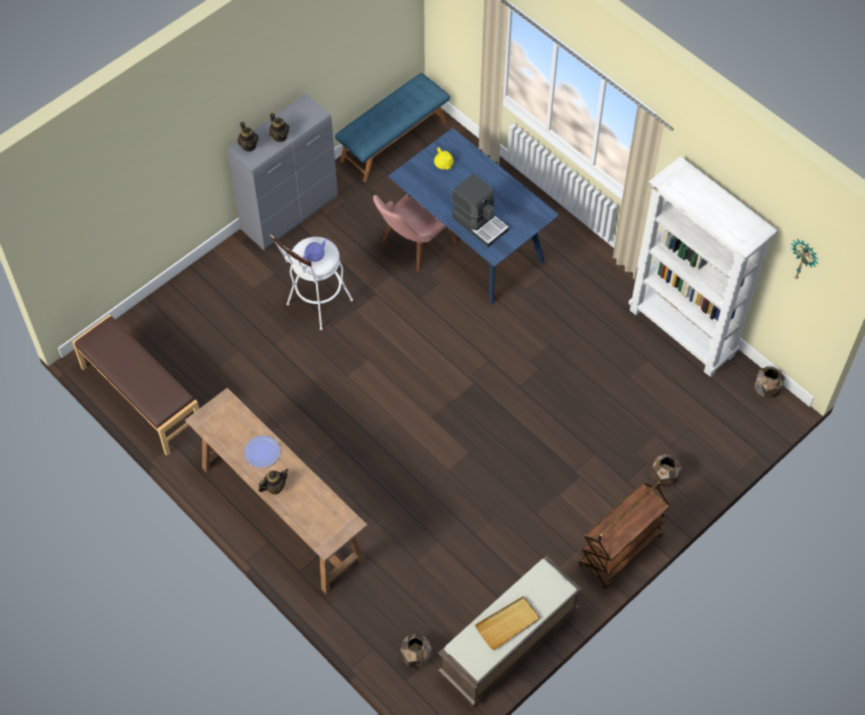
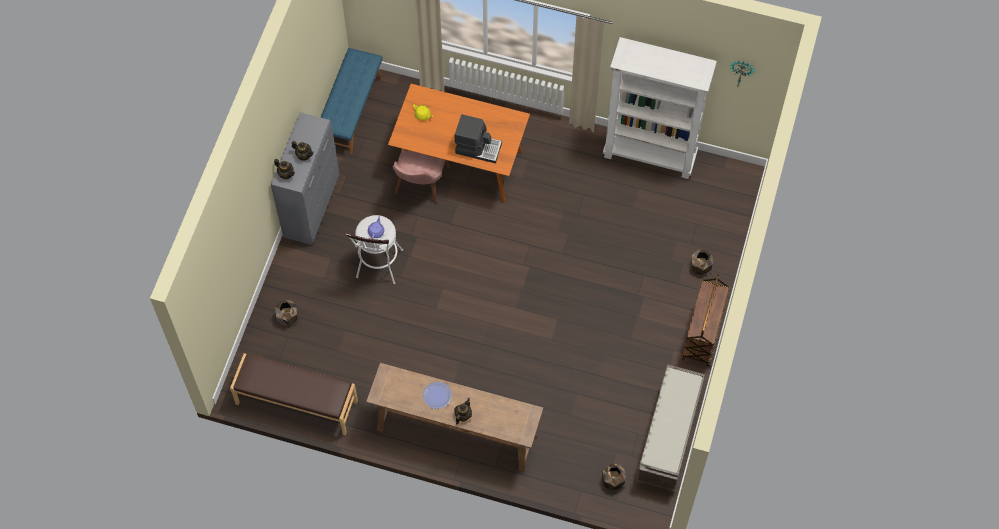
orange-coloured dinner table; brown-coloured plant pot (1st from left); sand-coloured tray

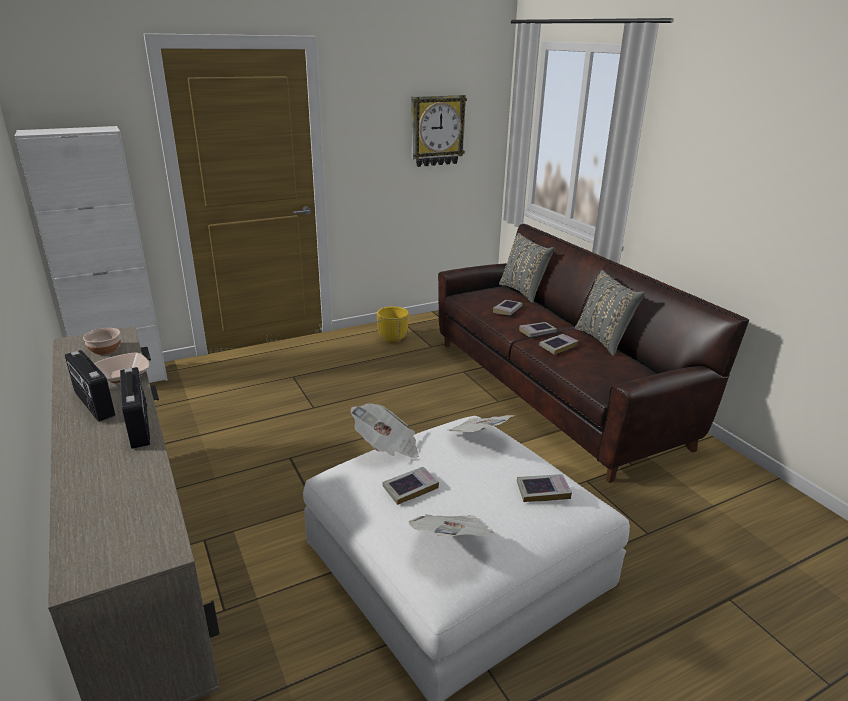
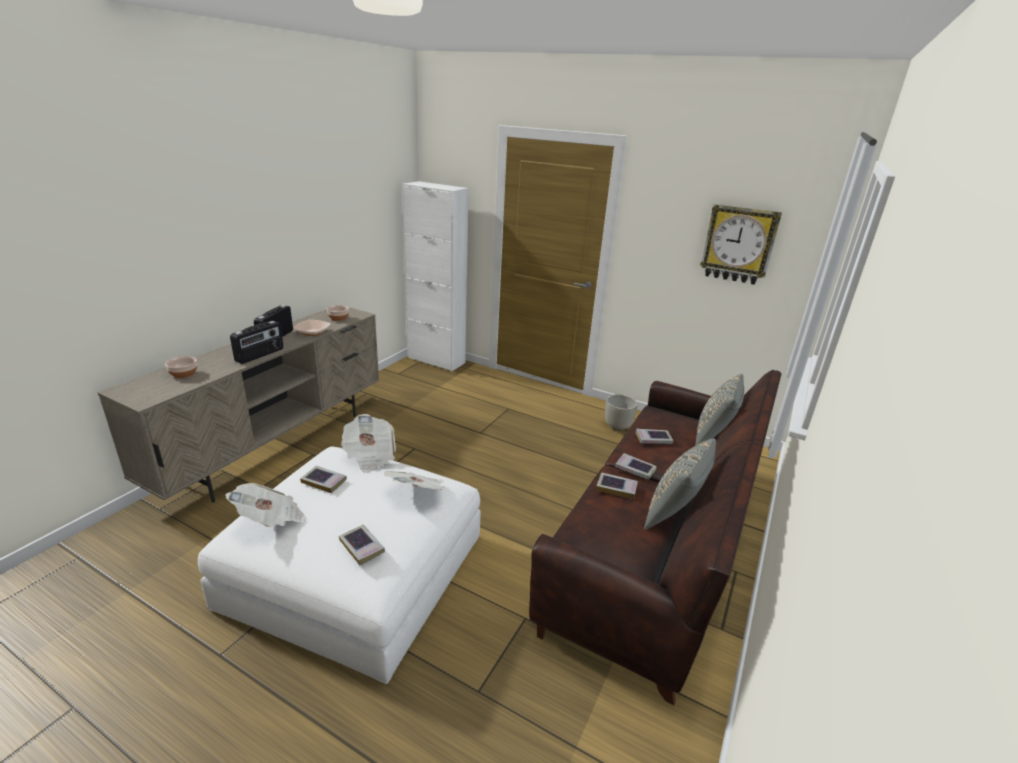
greyish plant pot; serving bowl (1st from left)

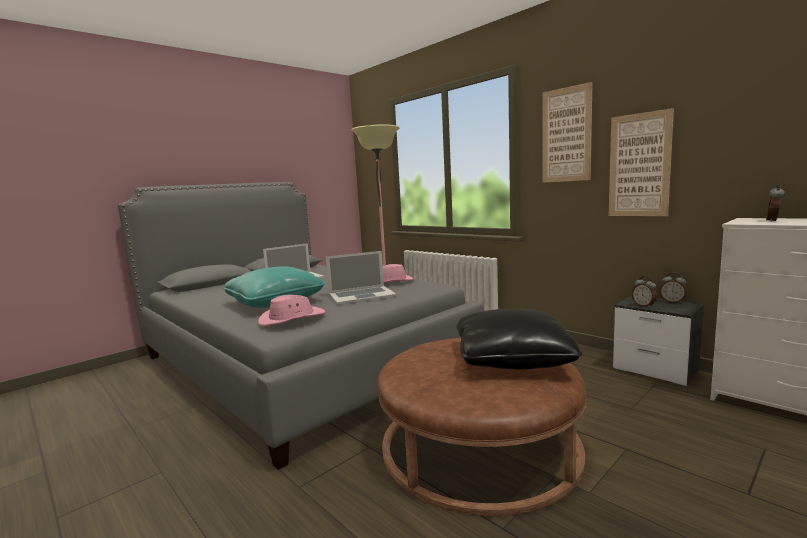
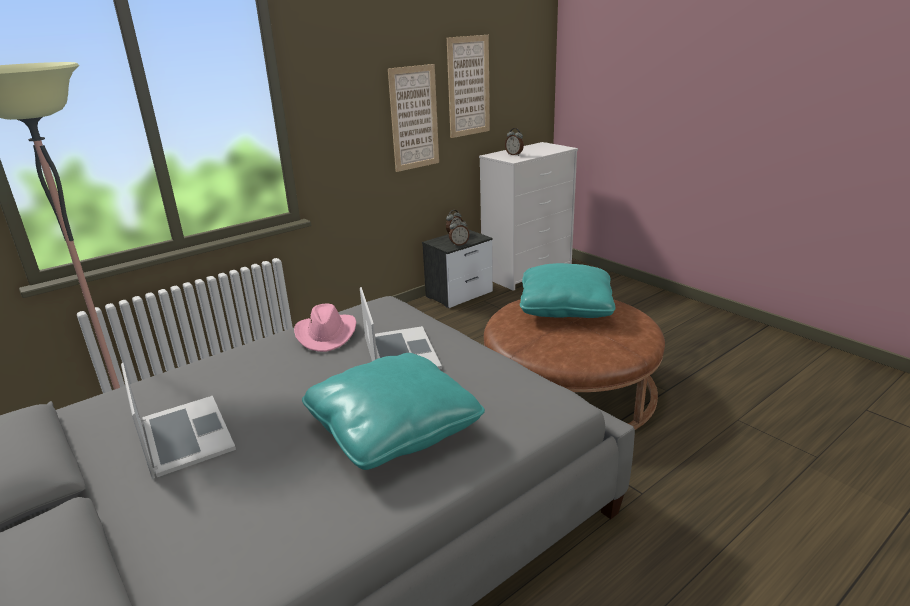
wall art (2nd from left); pink-coloured wearable hat (1st from left in the first image); turquoise pillow (2nd from left)

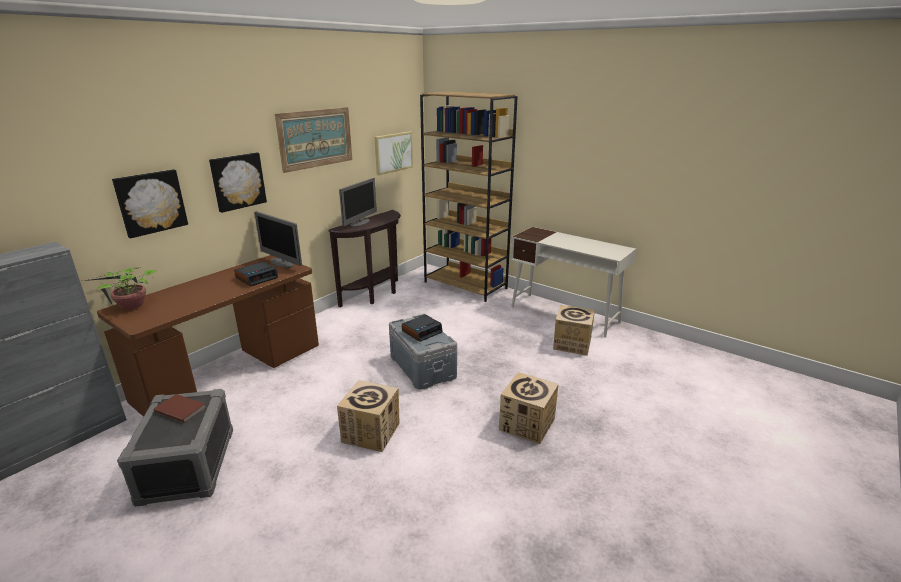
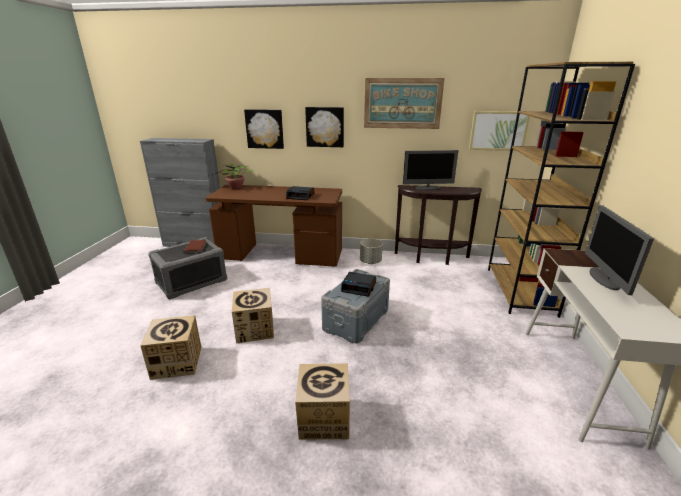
computer screen (2nd from left); cardboard box (1st from left); greyish plant pot

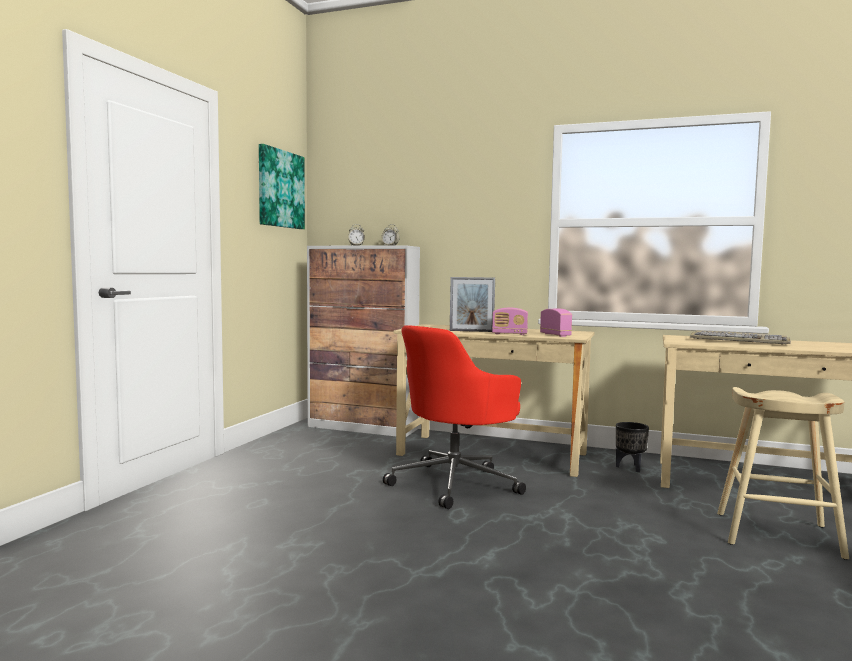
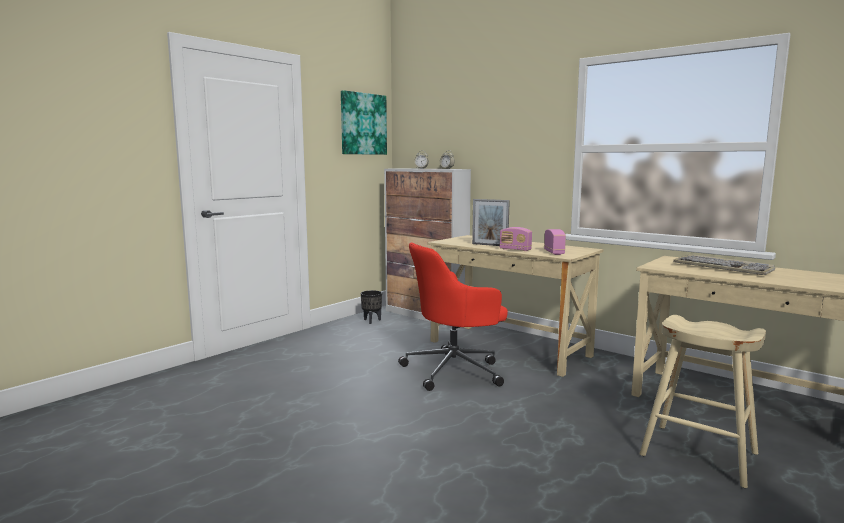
blackish plant pot

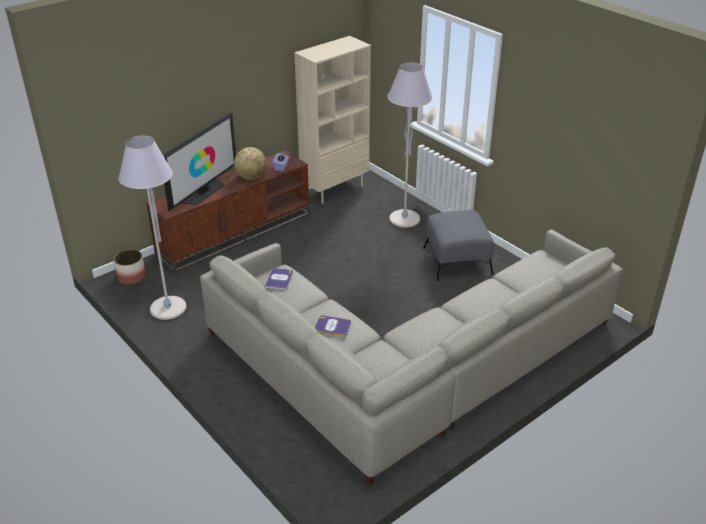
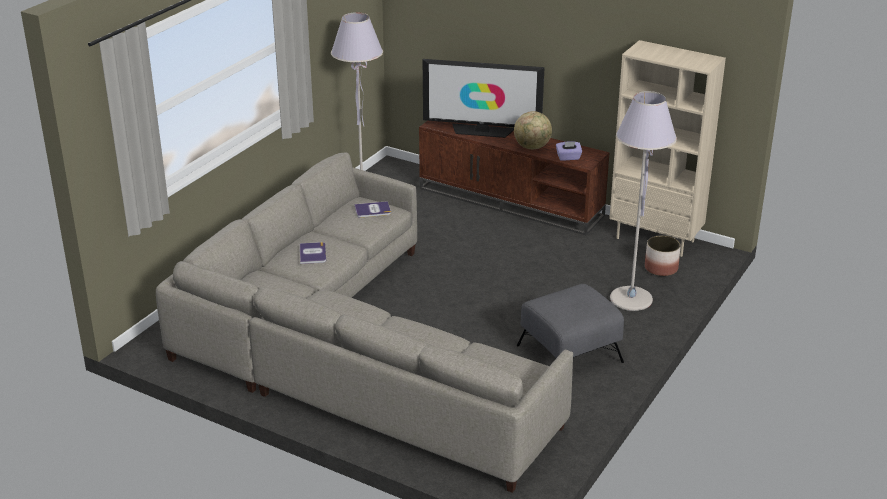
plant pot

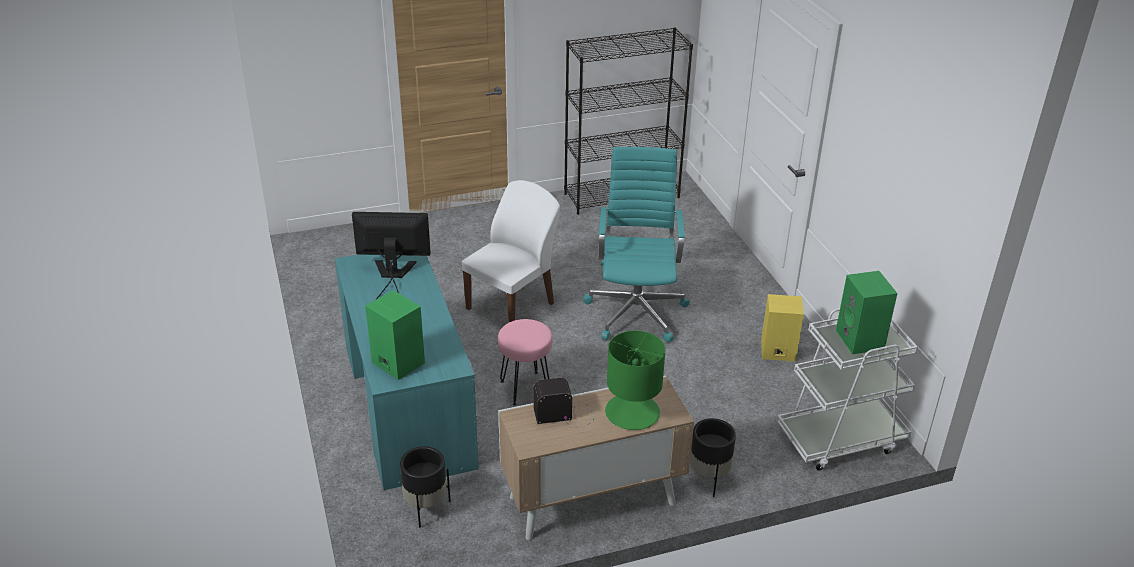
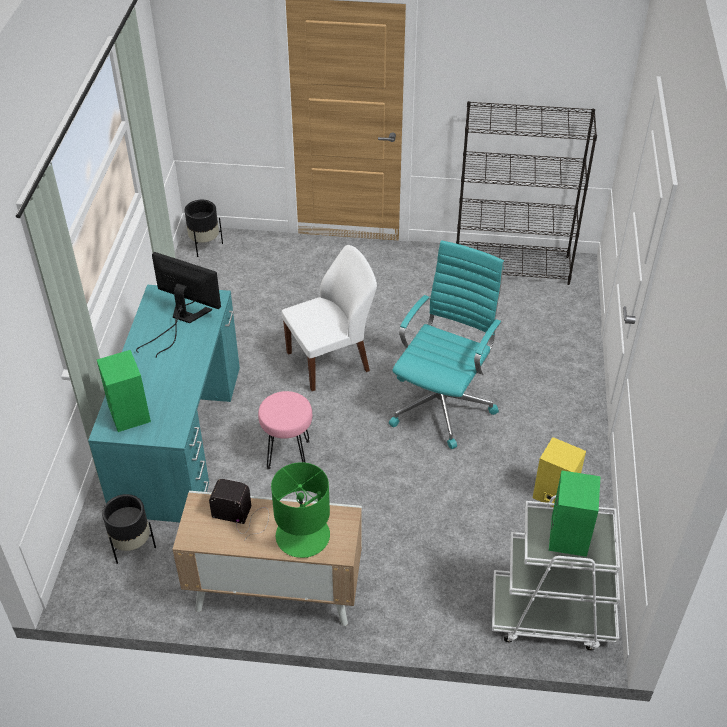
blackish plant pot (2nd from left)

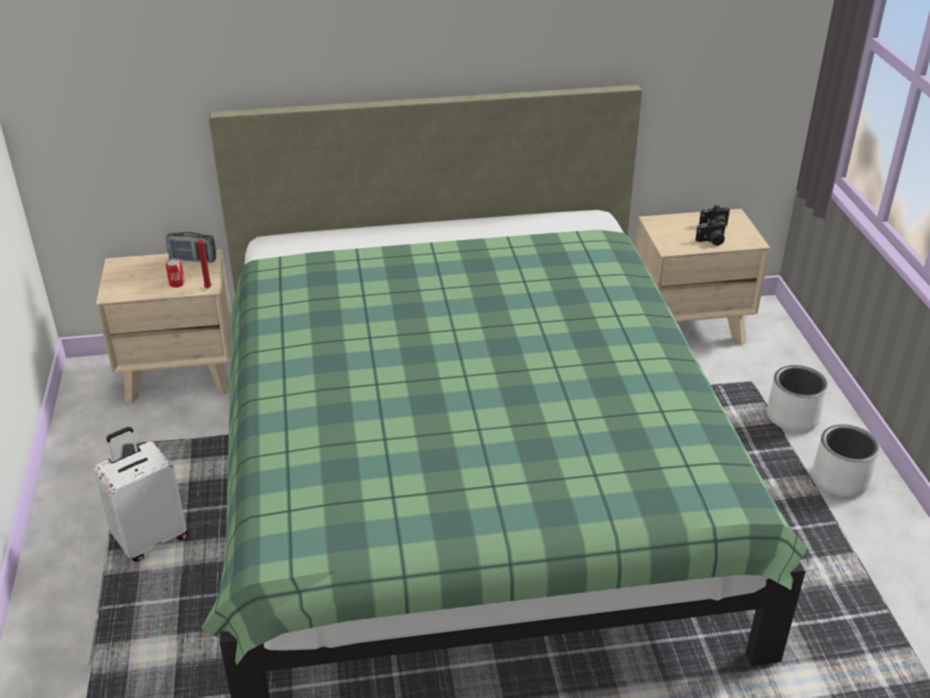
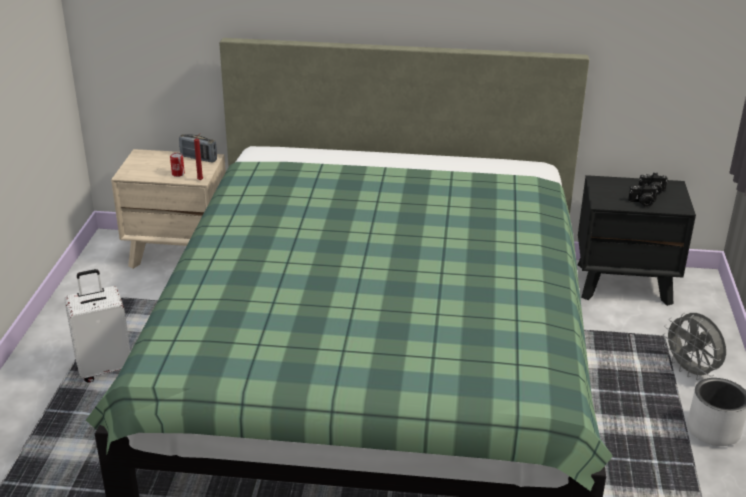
blackish night table; greyish electric fan

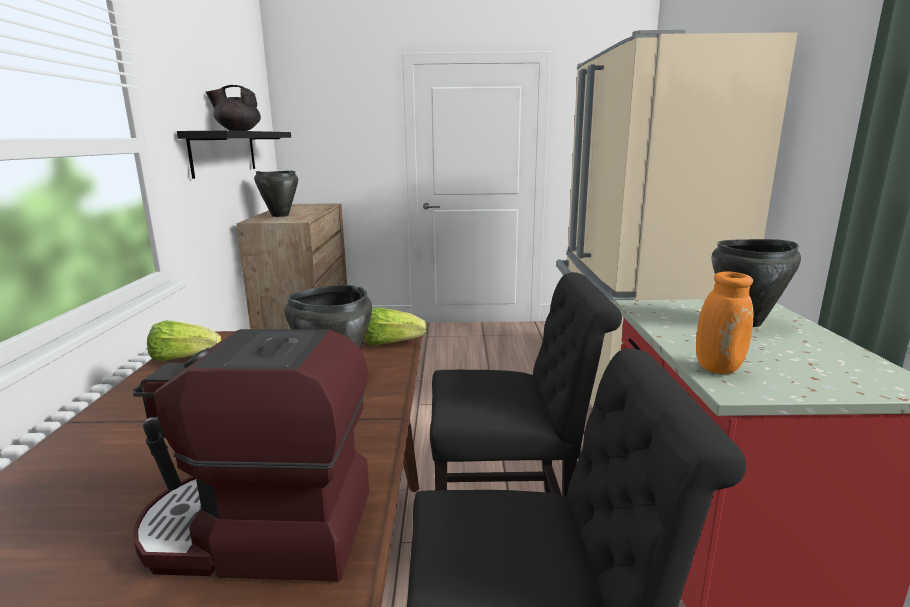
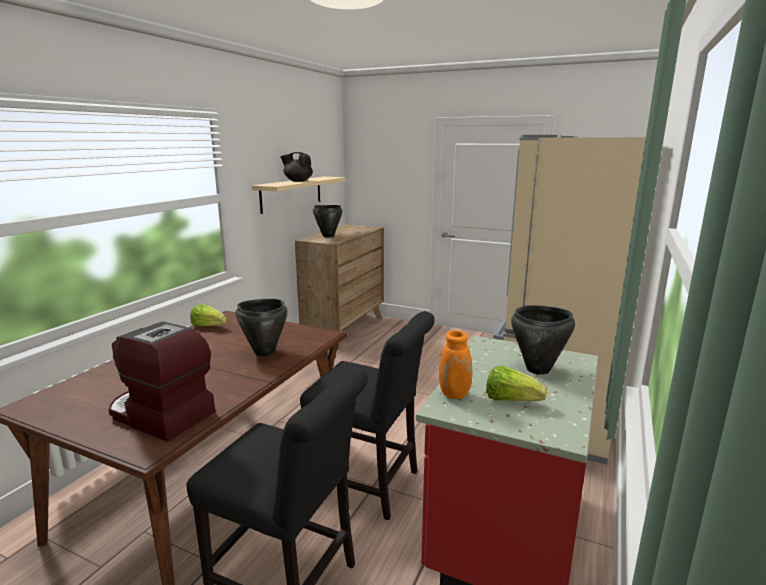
sand-coloured wall shelf; lettuce (2nd from left)

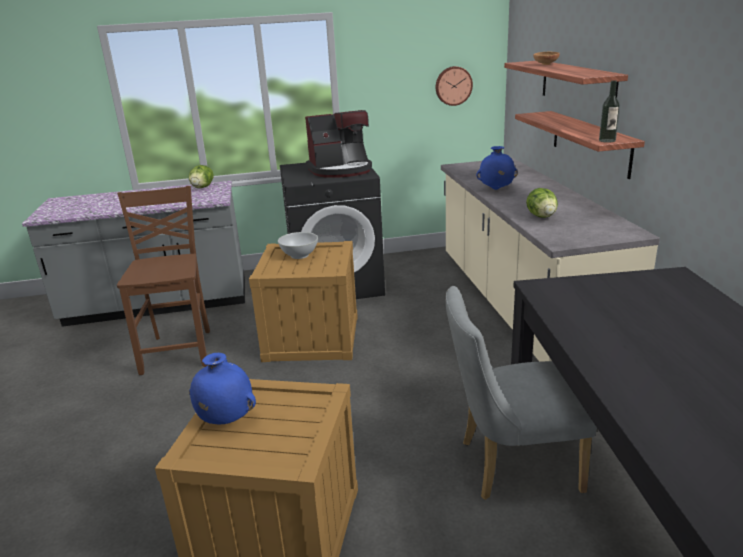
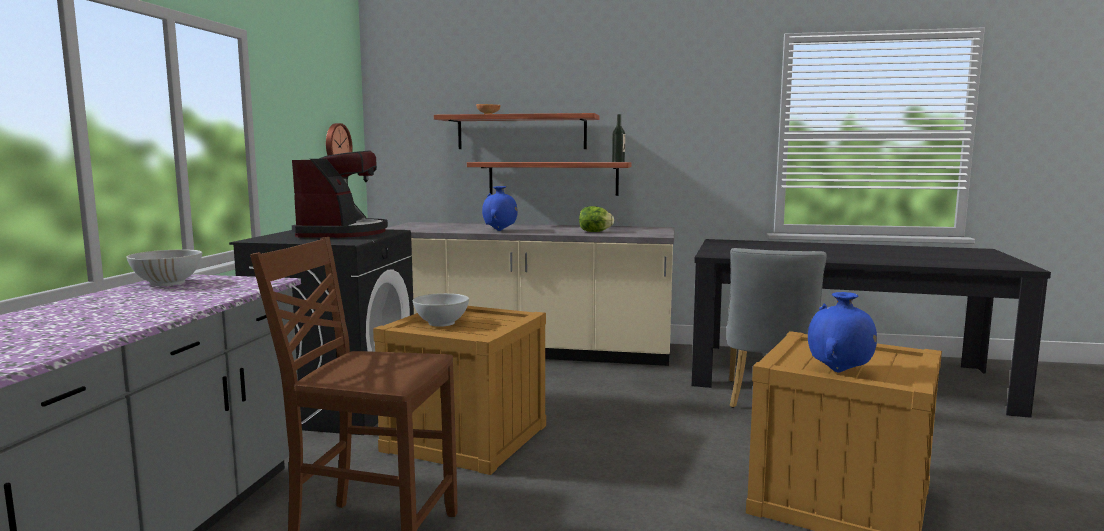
whitish serving bowl (1st from left)

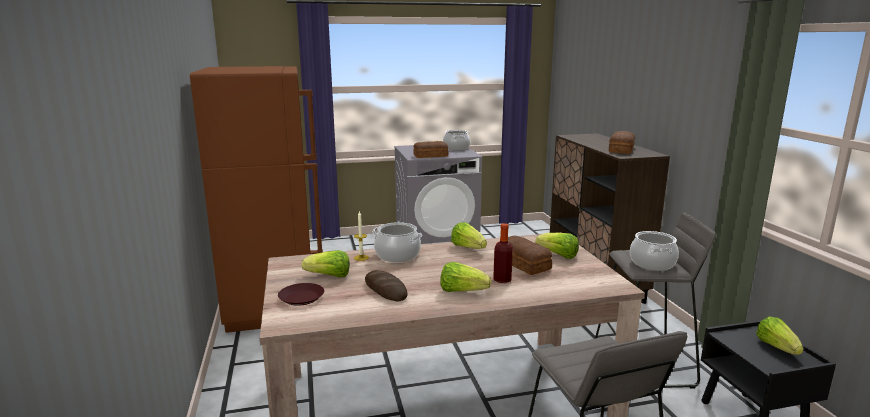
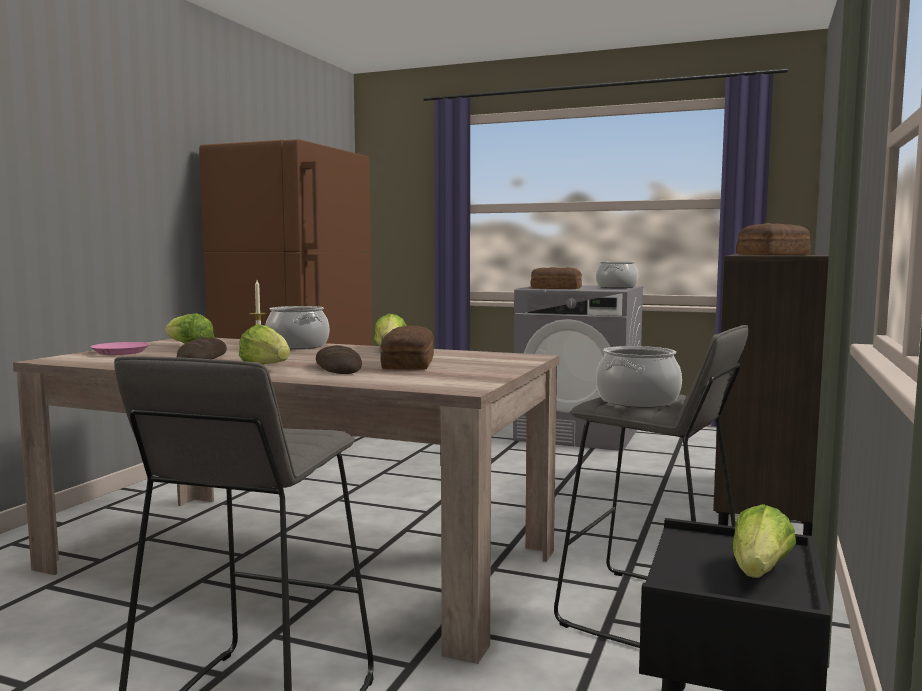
bakery bread (2nd from left); lettuce (4th from left in the first image); pink-coloured flat dish

